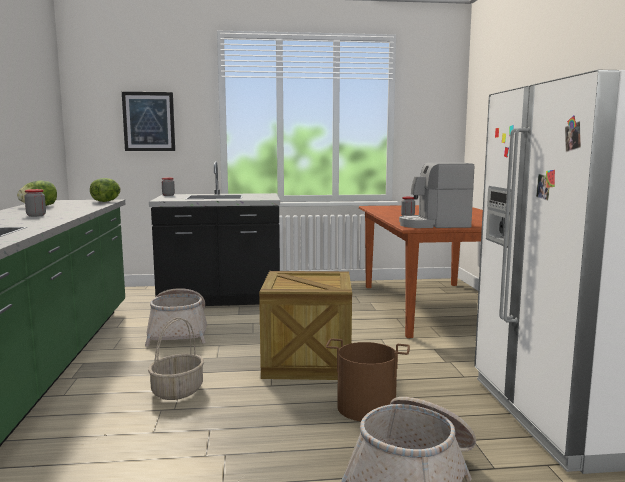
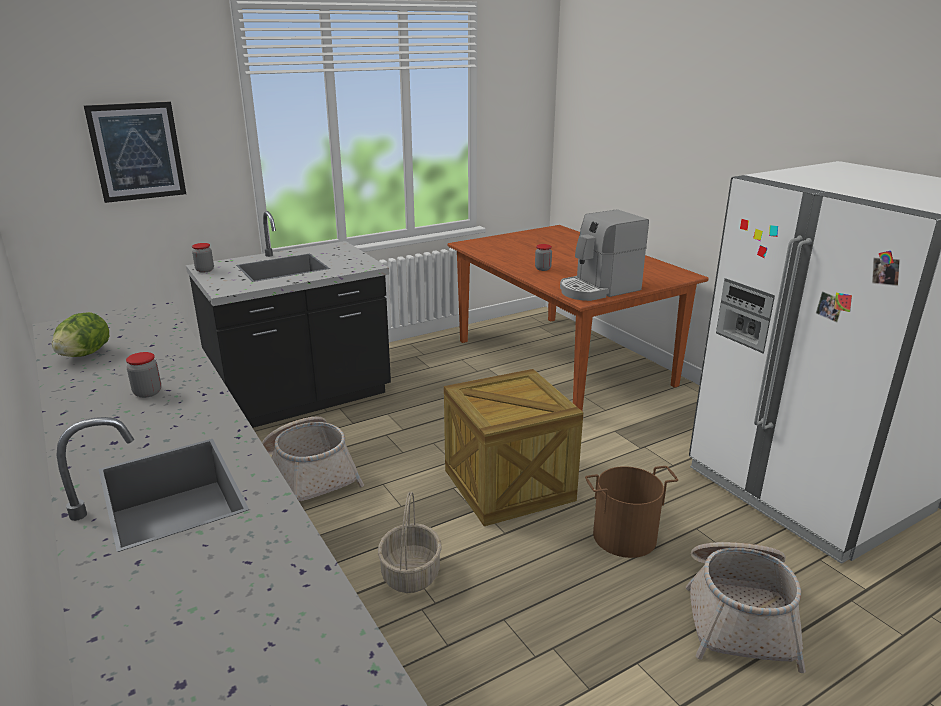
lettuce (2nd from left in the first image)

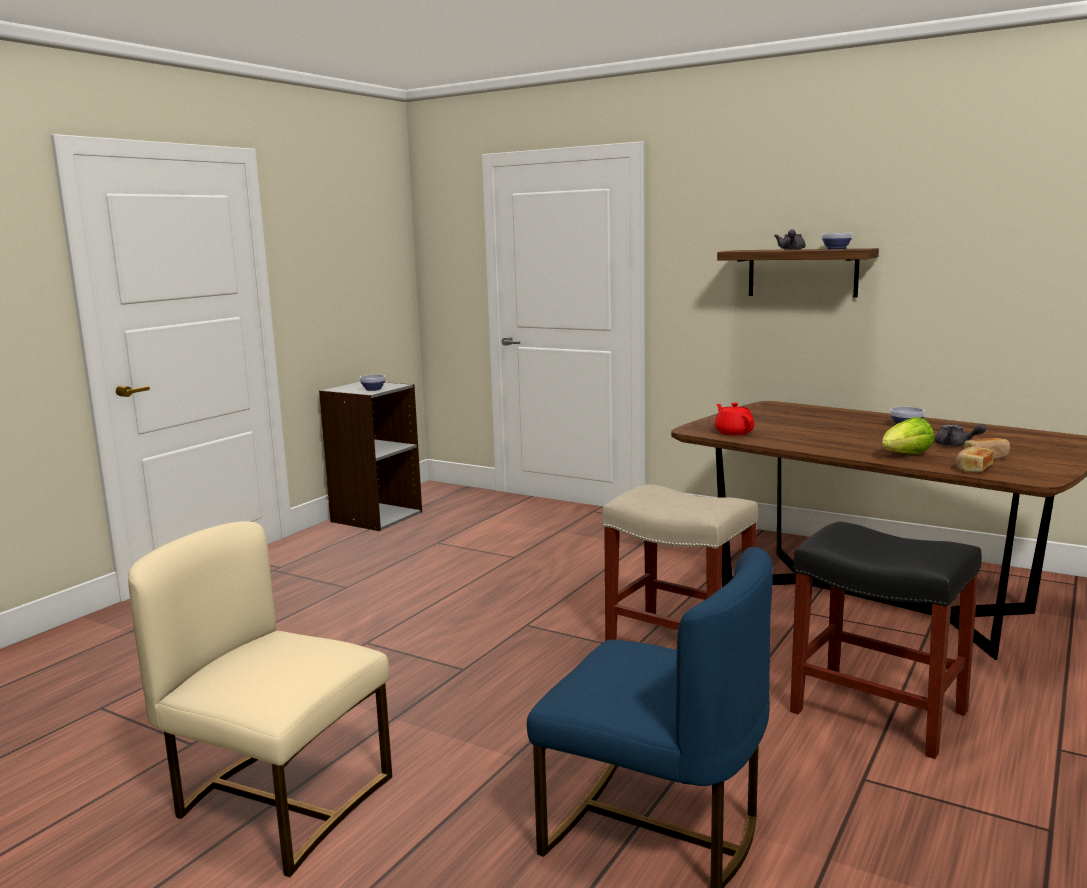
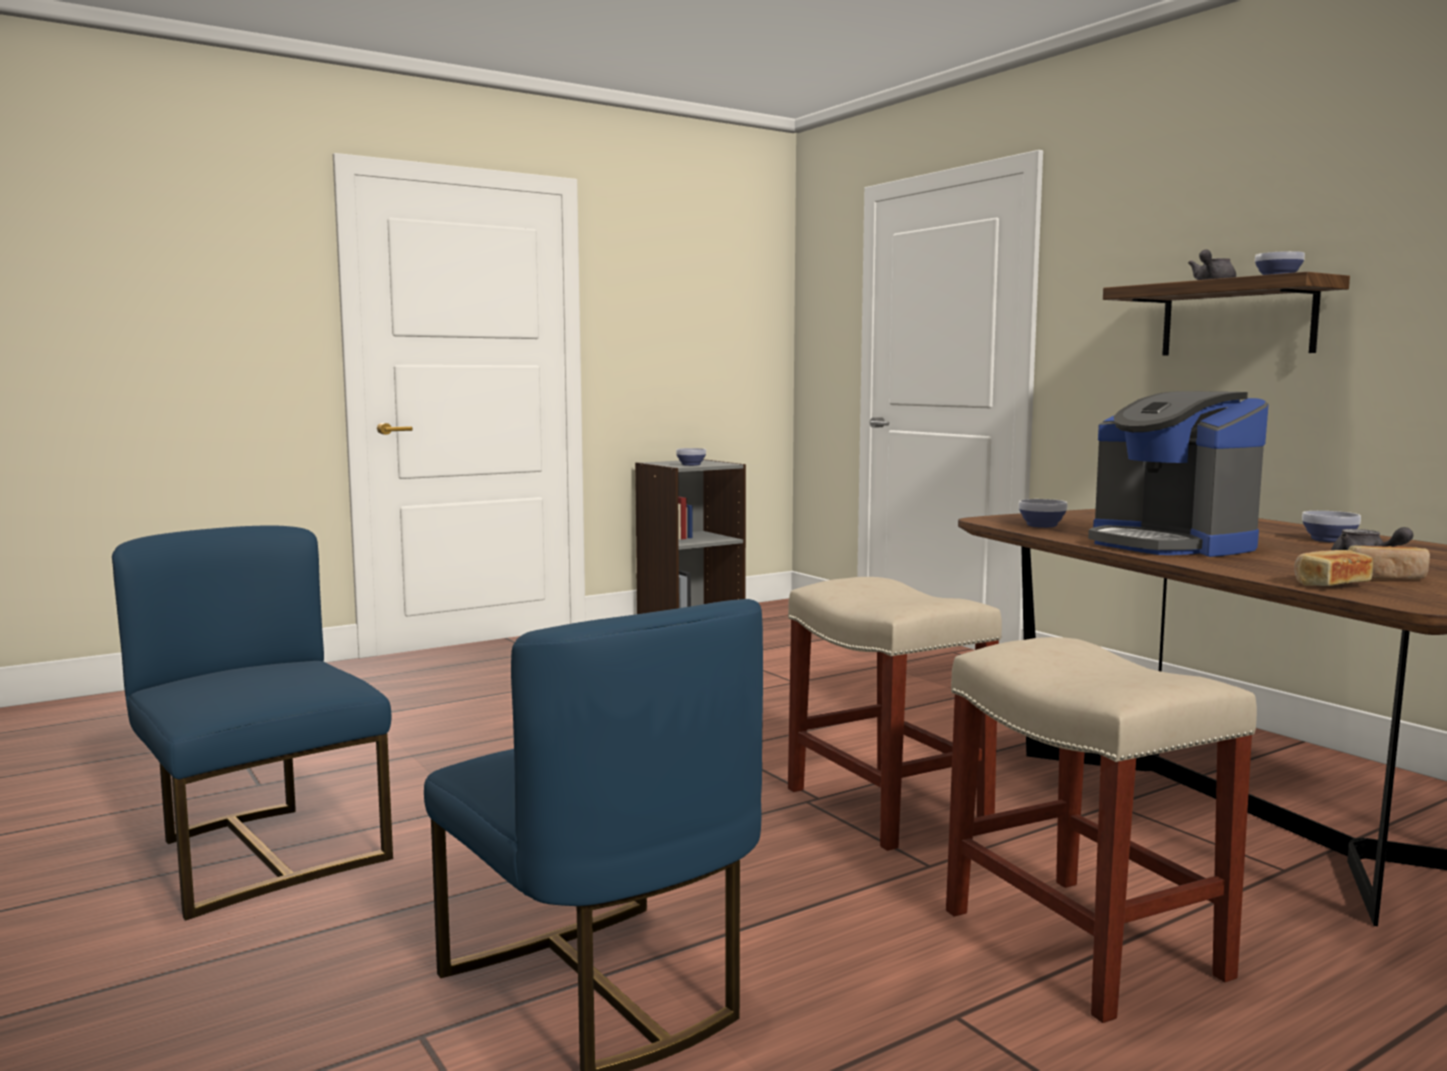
serving bowl (2nd from left); lettuce; blue upright chair (1st from left); sand-coloured stool (2nd from left); coffee brewer

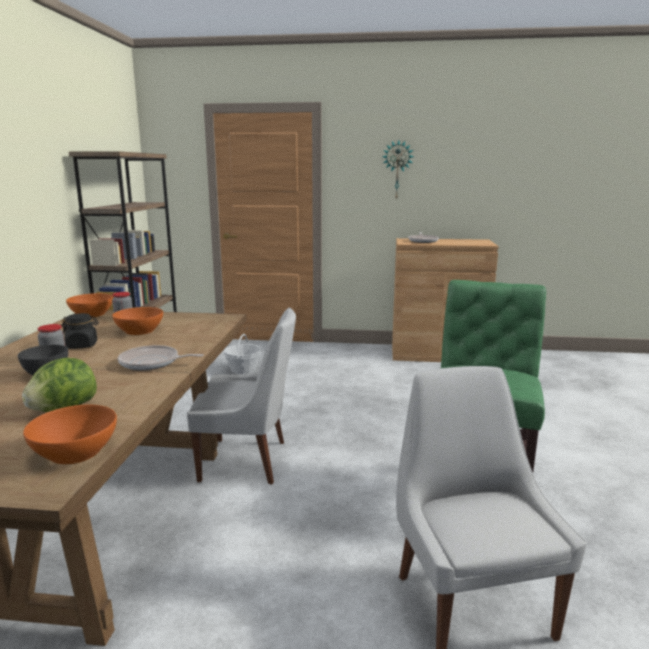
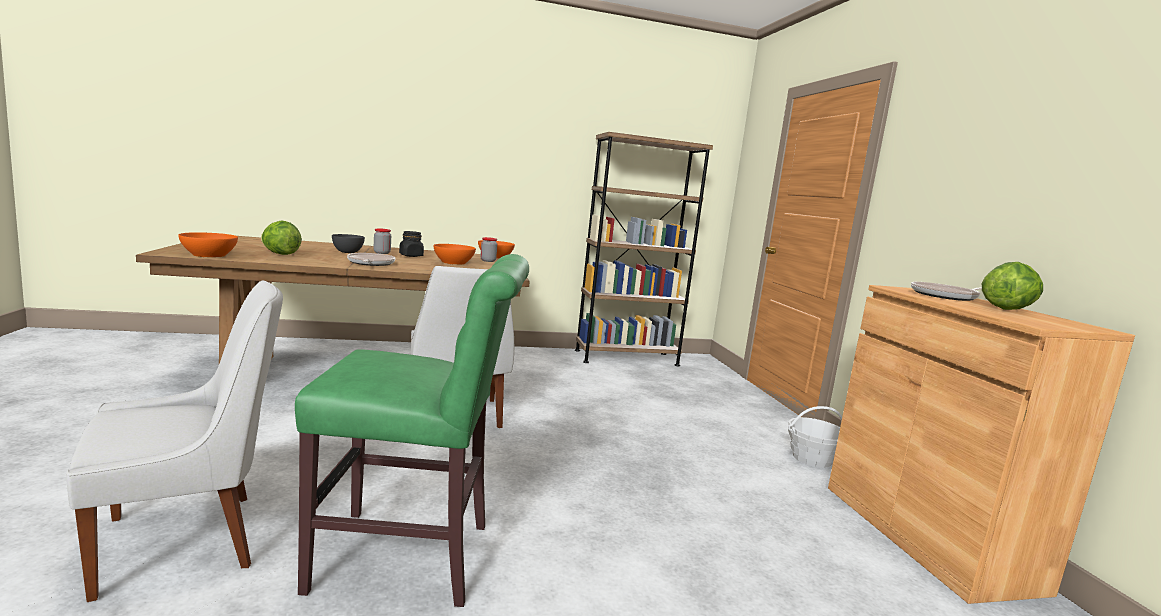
hanging clock; household basket; lettuce (2nd from left)

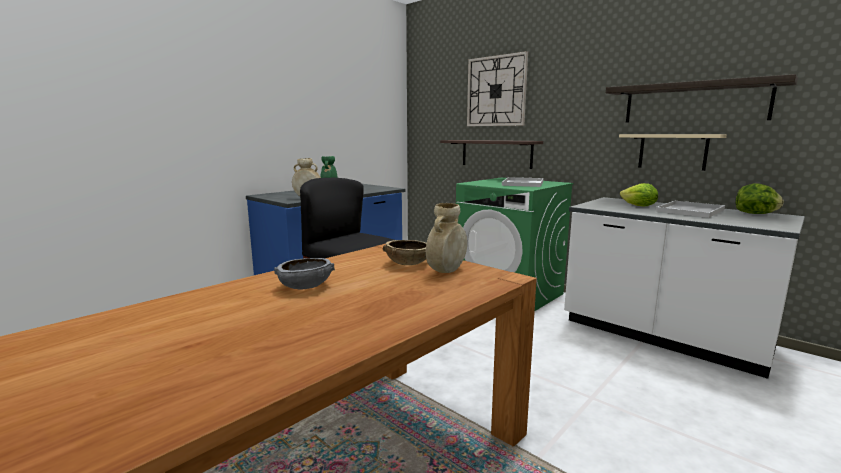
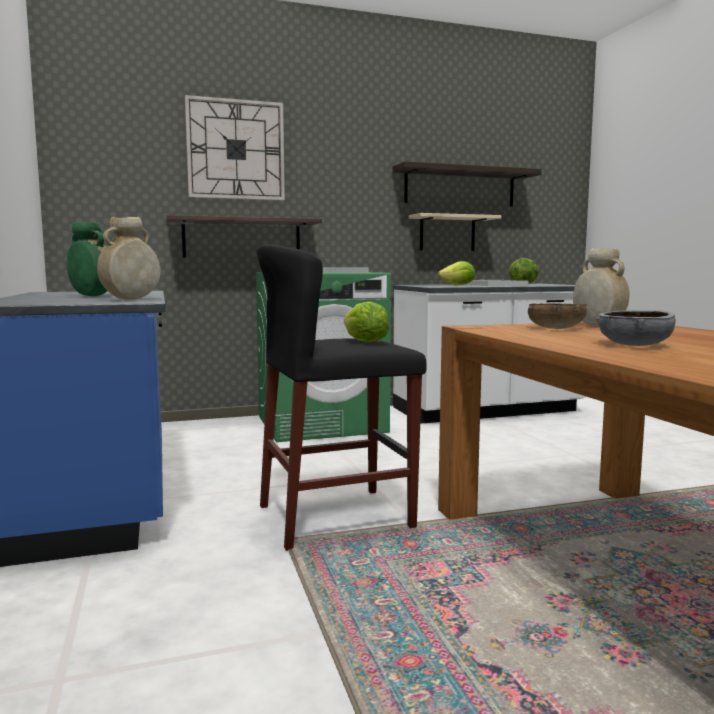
lettuce (1st from left)

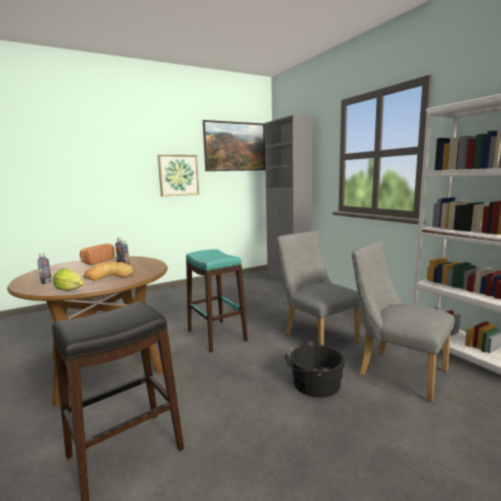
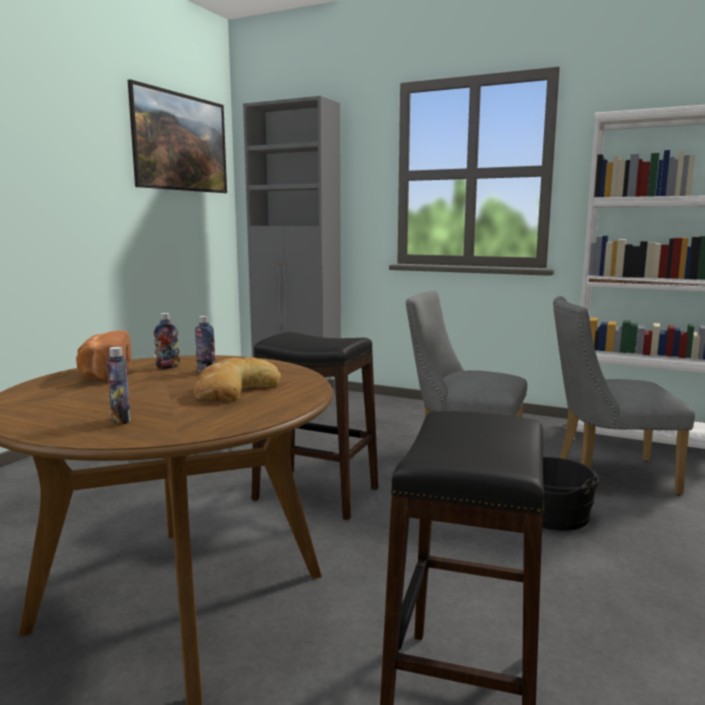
wall art (1st from left in the first image); blackish stool (1st from left); lettuce

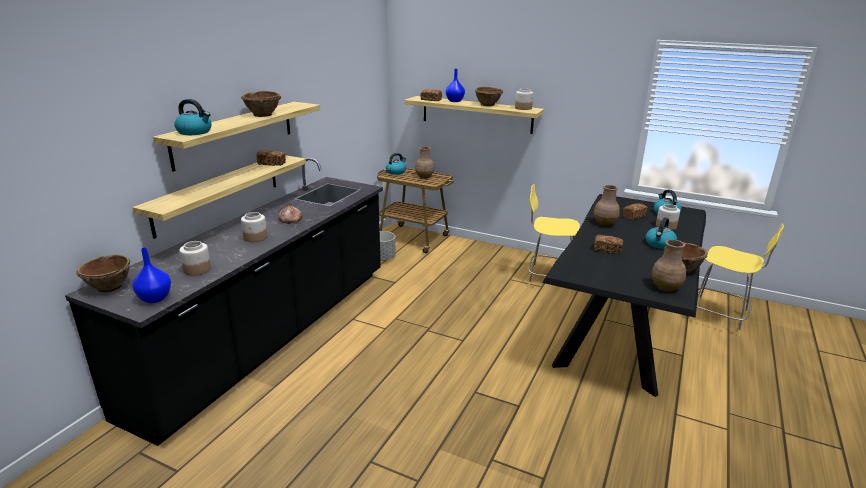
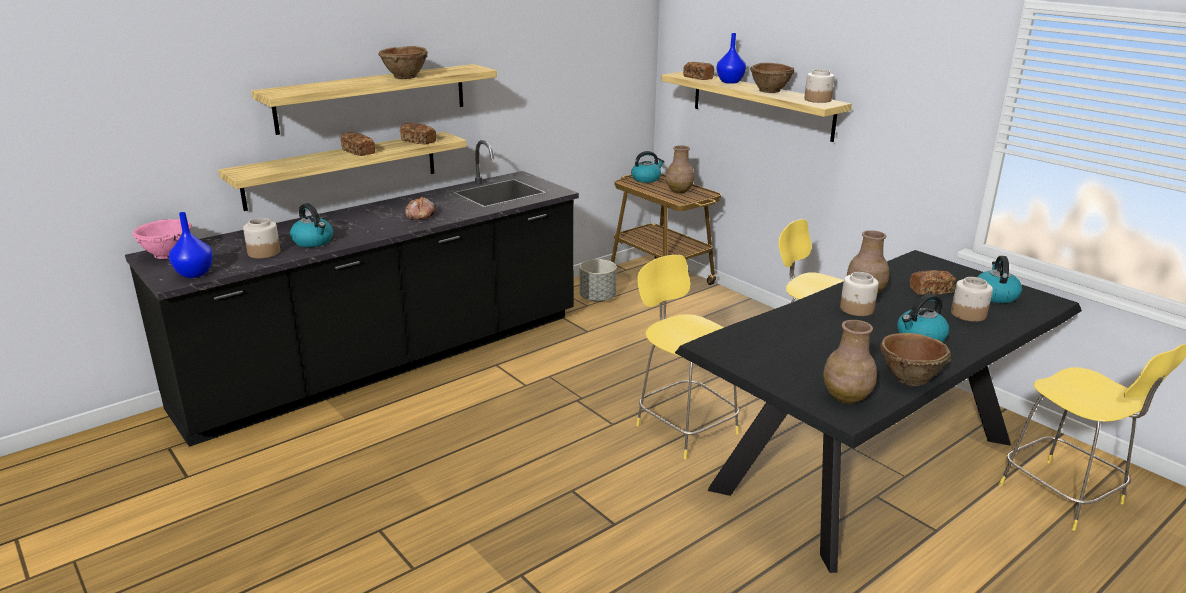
kettle (1st from left); jar (3rd from left); bakery bread (1st from left); pink-coloured serving bowl; yellow stool (1st from left)

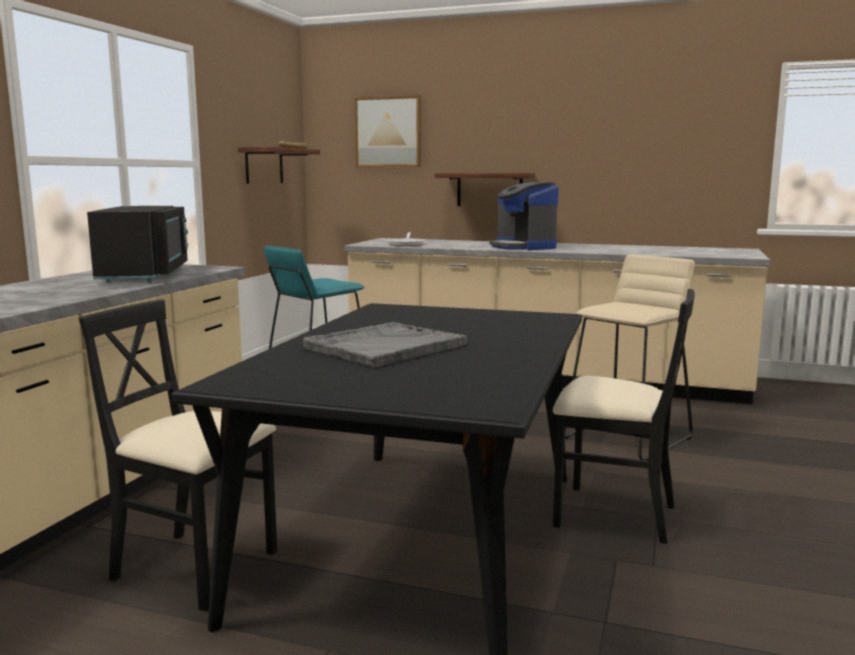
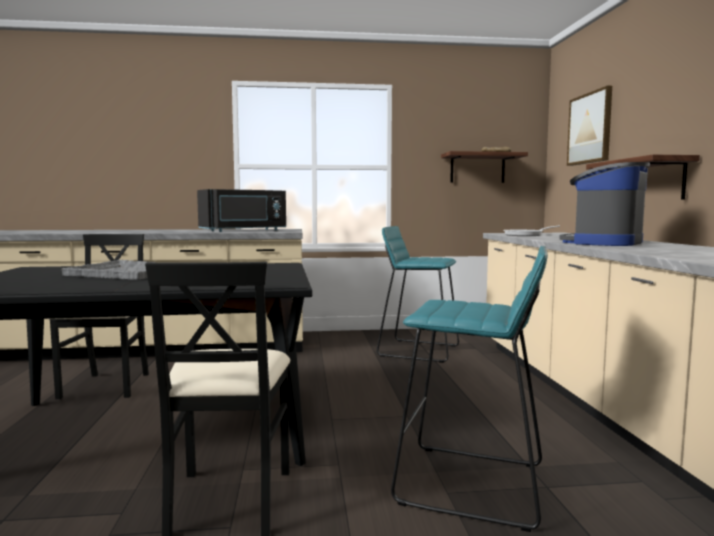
turquoise stool (2nd from left)

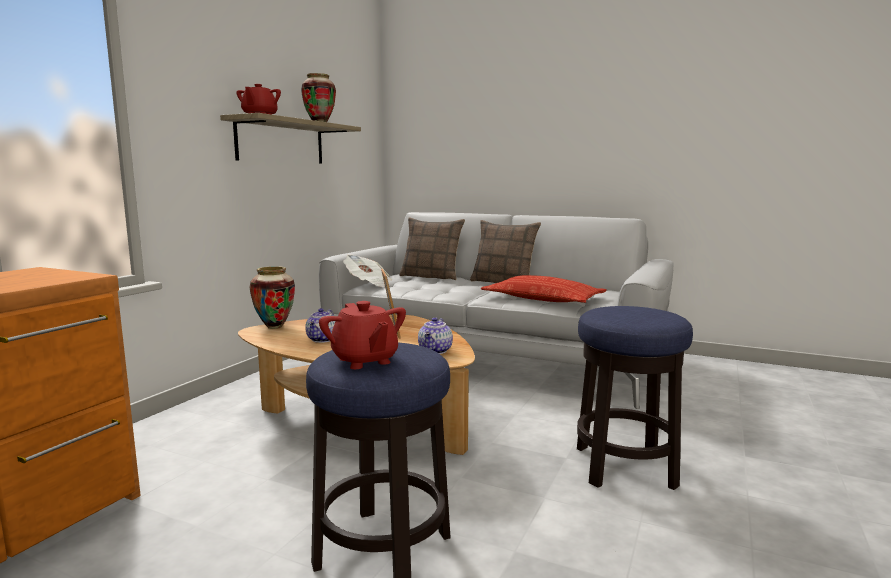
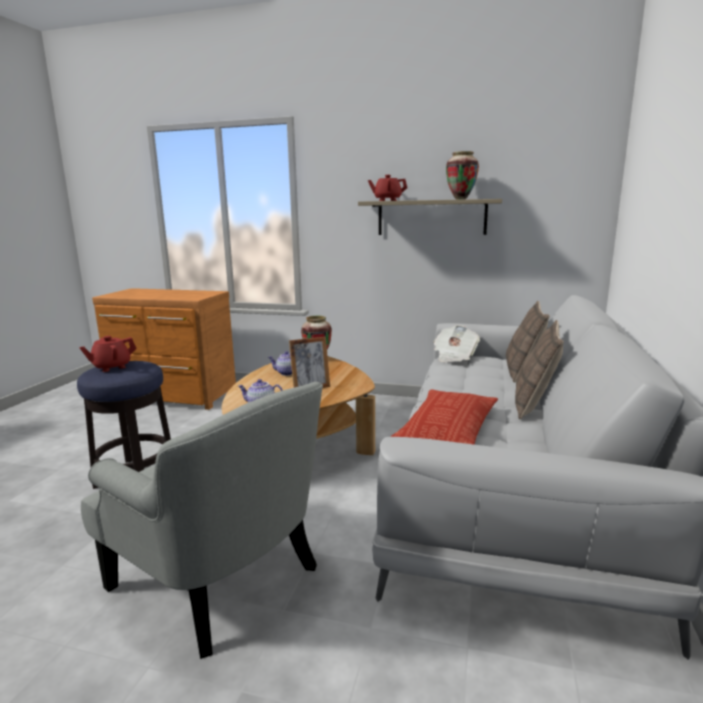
greyish lounge chair

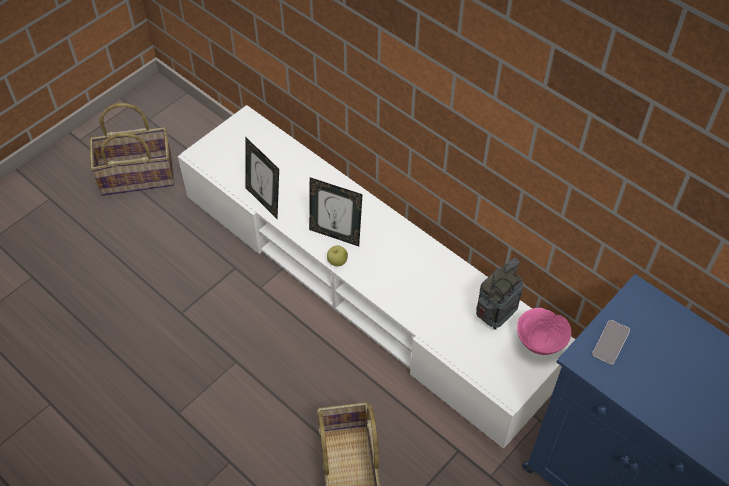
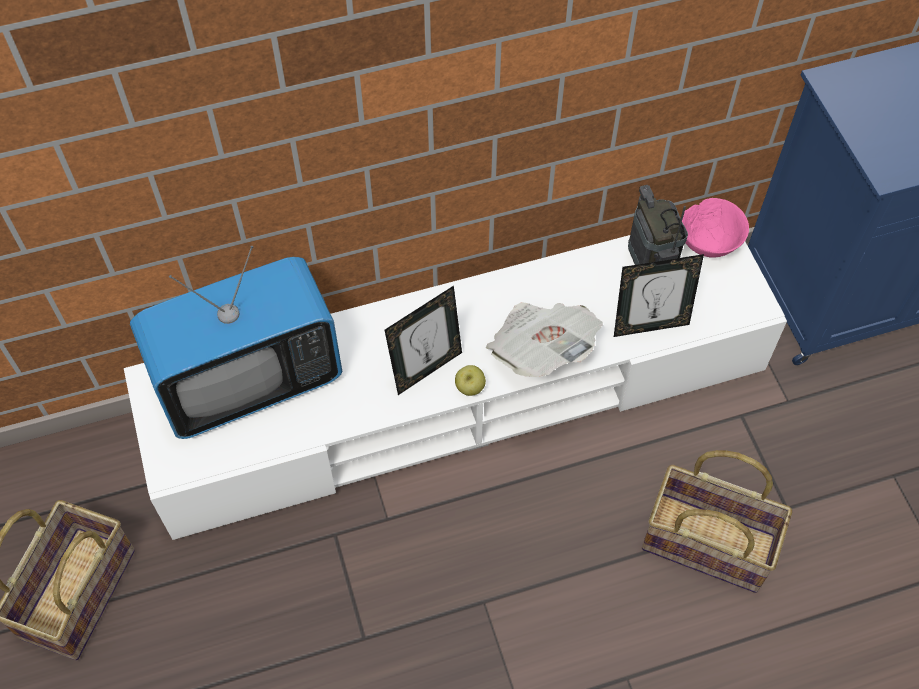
photo frame (2nd from left); phone; television; daily paper

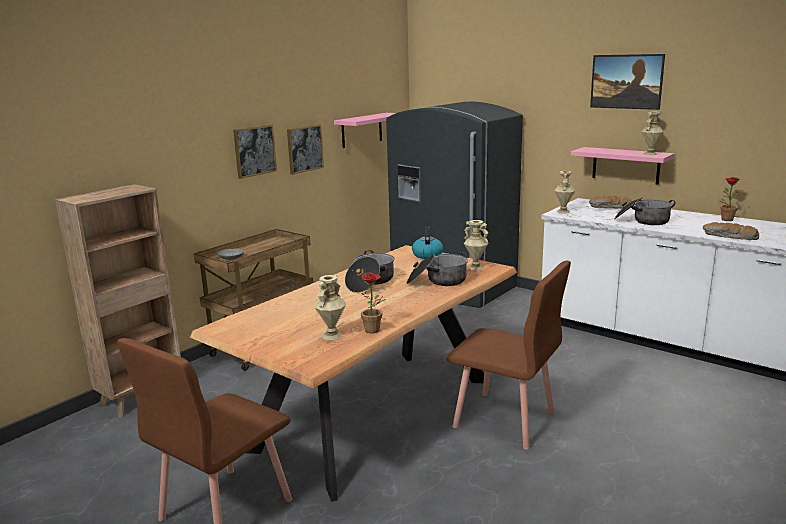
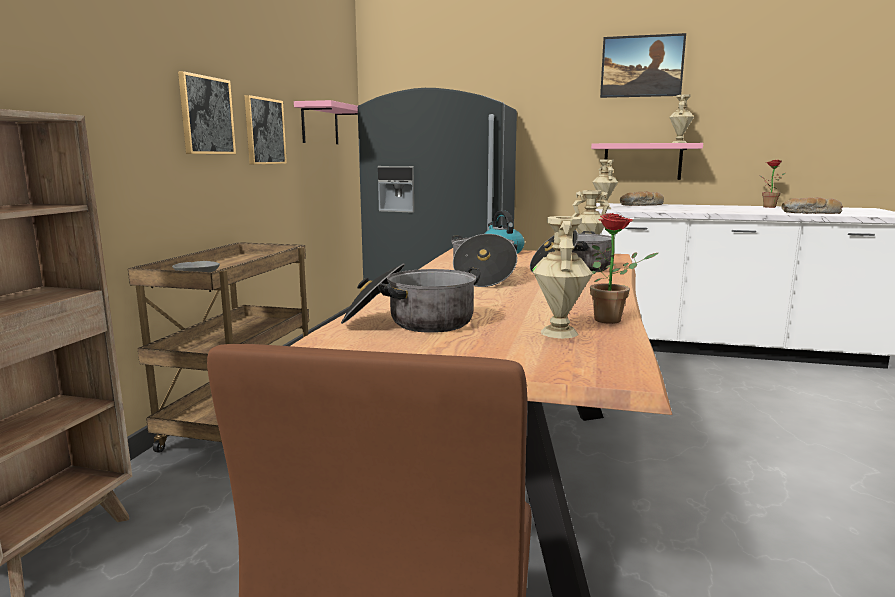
saucepot (1st from left); brown-coloured upright chair (2nd from left in the first image)

